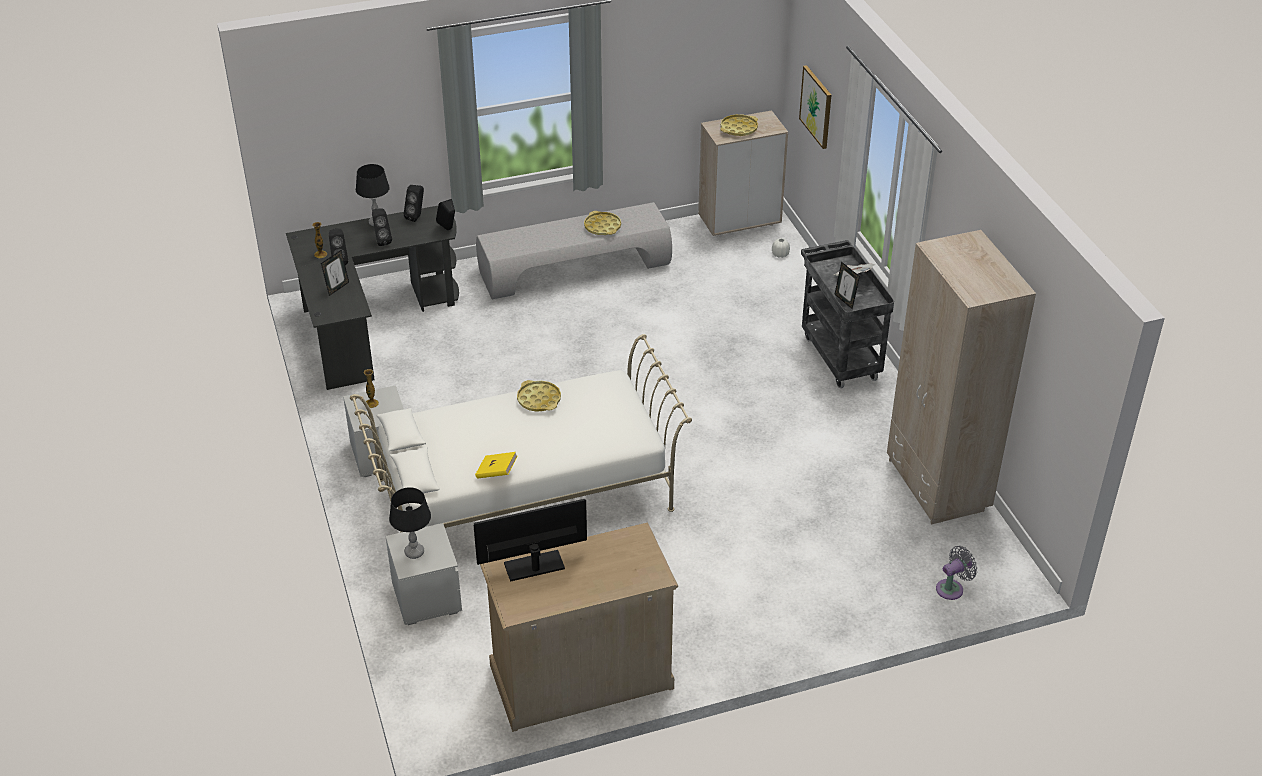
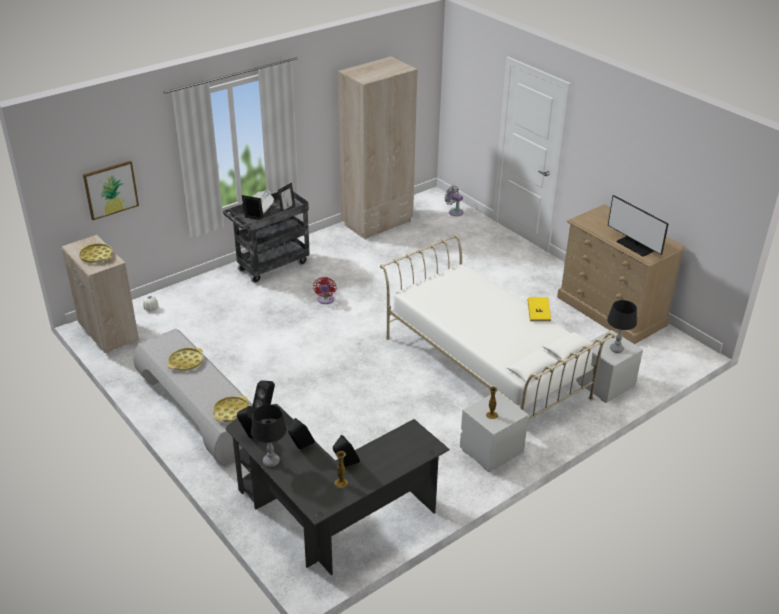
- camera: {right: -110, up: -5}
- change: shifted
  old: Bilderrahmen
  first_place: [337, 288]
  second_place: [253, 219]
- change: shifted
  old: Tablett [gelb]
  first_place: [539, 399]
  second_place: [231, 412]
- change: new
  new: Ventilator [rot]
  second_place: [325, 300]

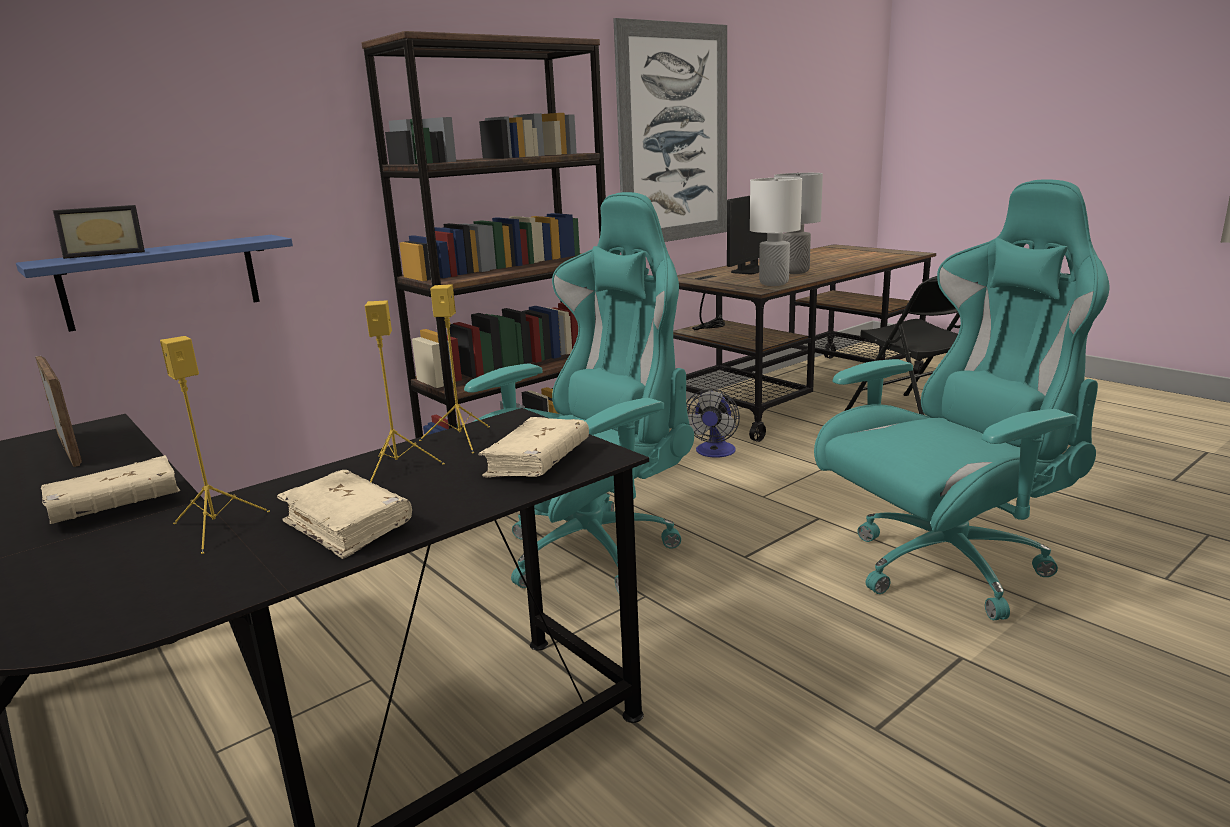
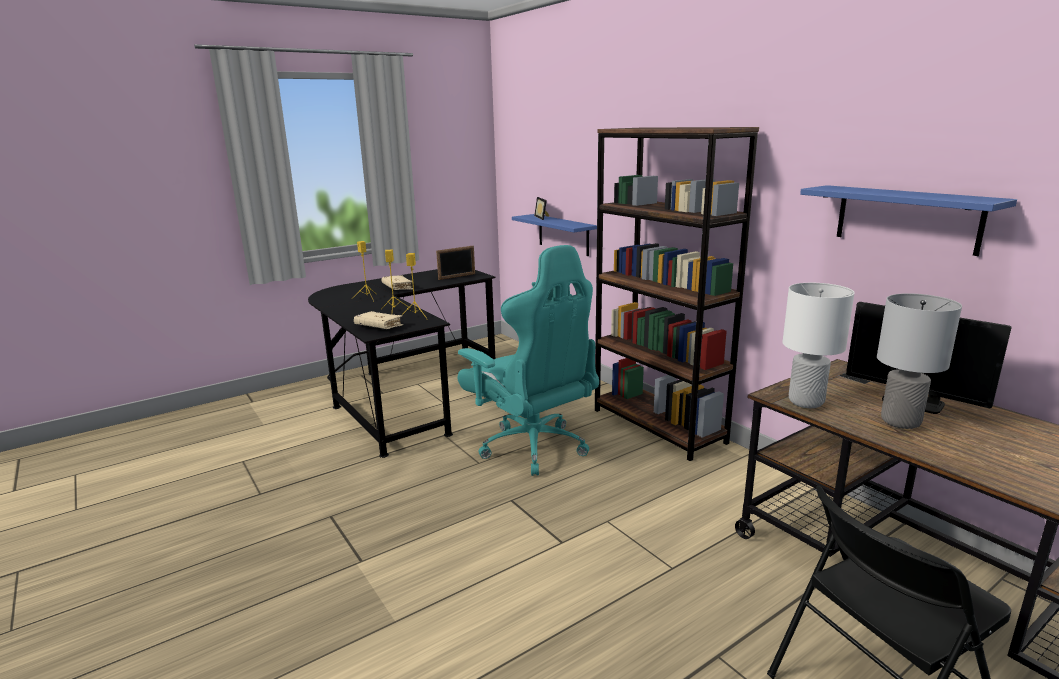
- camera: {right: 95, up: 0}
- change: gone
  old: Buch [beige]
  first_place: [347, 525]
- change: swapped
  old: Bild
  new: Wandregal [blau]
  first_place: [674, 135]
  second_place: [906, 218]
- change: gone
  old: Ventilator
  first_place: [714, 452]
- change: gone
  old: Bürostuhl [türkis]
  first_place: [938, 571]

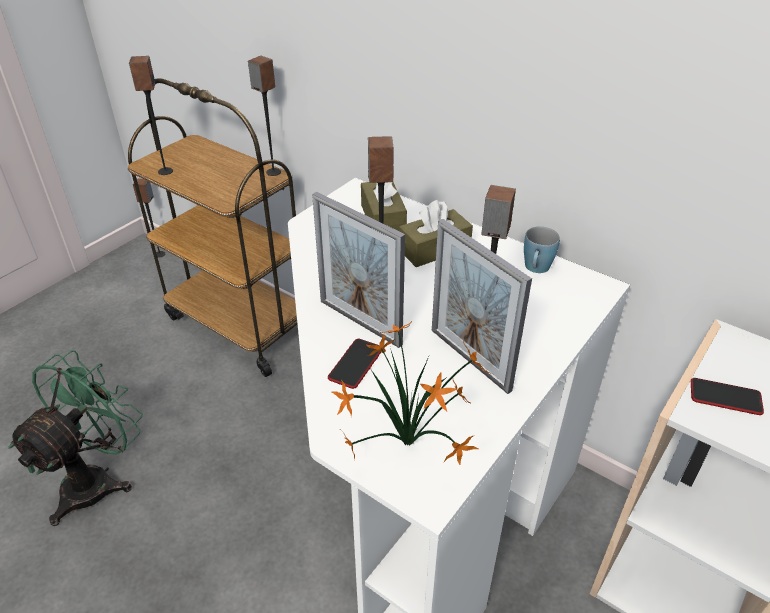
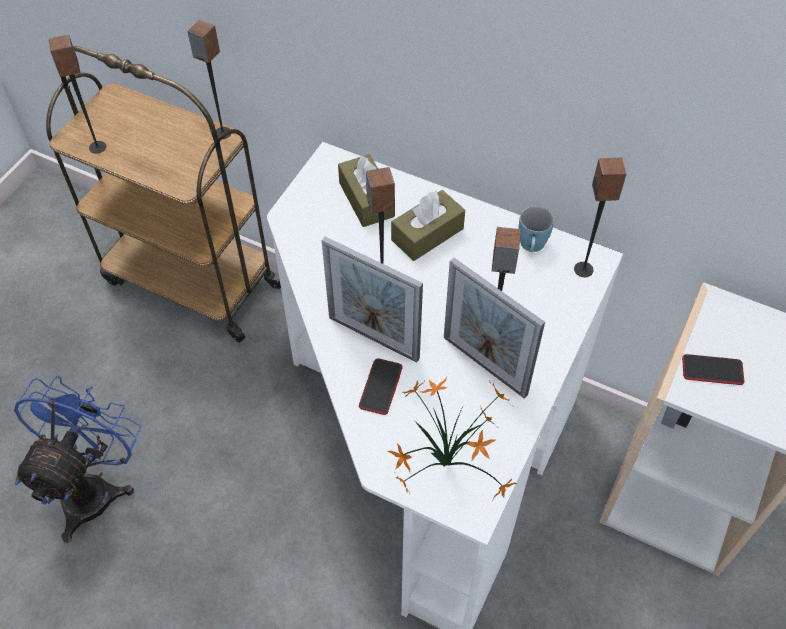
- camera: {right: -10, up: 15}
- change: repainted
  old: Ventilator [grün]
  new: Ventilator [blau]
  first_place: [97, 479]
  second_place: [94, 487]
- change: shifted
  old: Lautsprecher
  first_place: [160, 254]
  second_place: [584, 269]

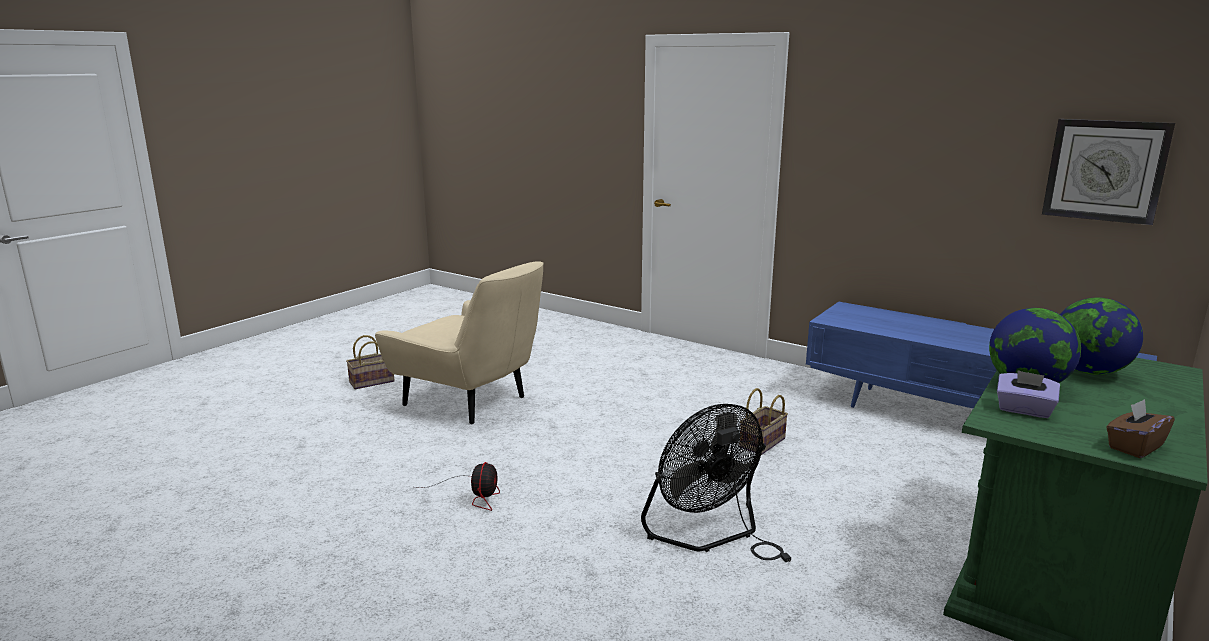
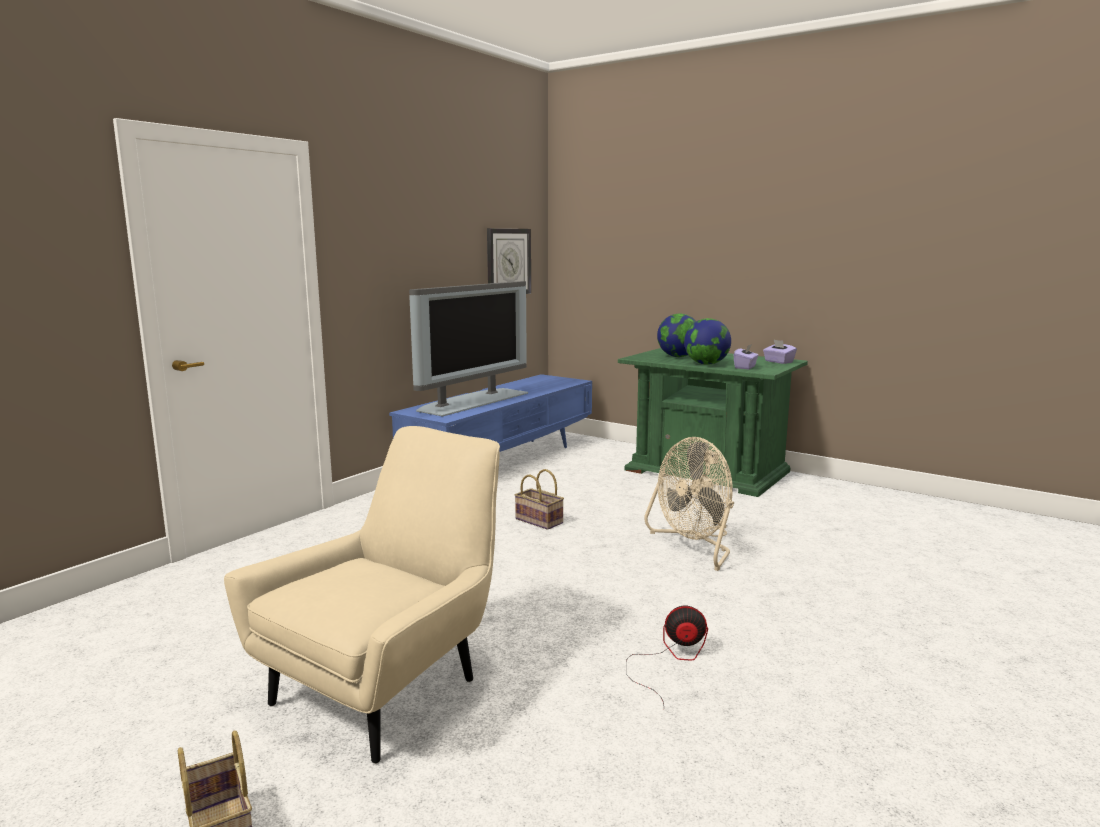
- camera: {right: -90, up: -5}
- change: repainted
  old: Ventilator [schwarz]
  new: Ventilator [beige]
  first_place: [719, 532]
  second_place: [696, 545]
- change: repainted
  old: Taschentuchbox [braun]
  new: Taschentuchbox [lila]
  first_place: [1134, 447]
  second_place: [778, 362]
- change: new
  new: Fernseher
  second_place: [472, 401]

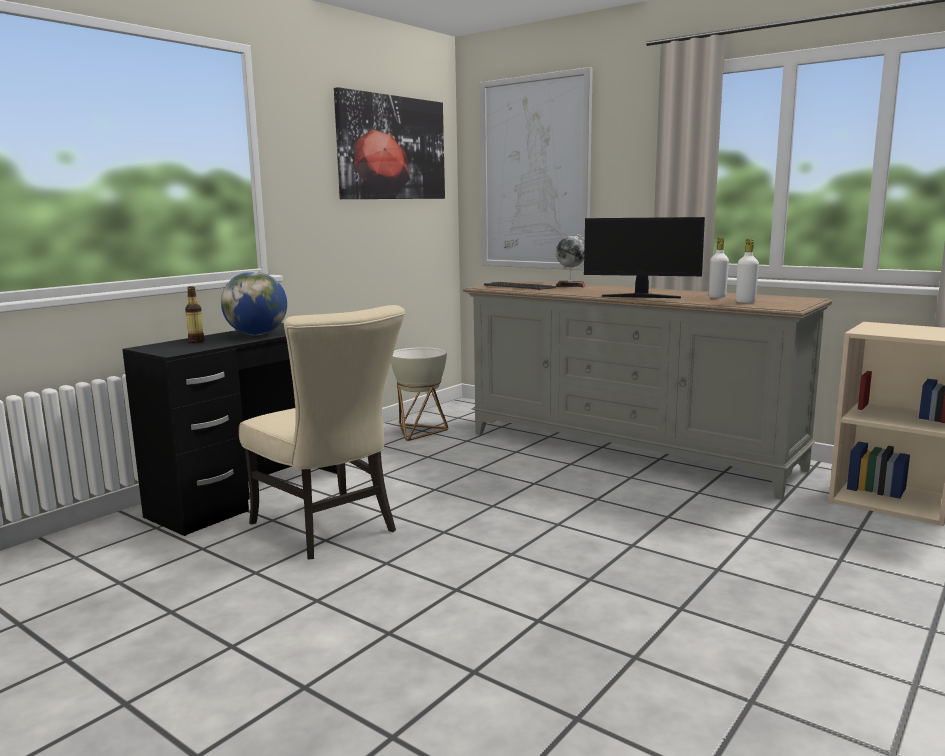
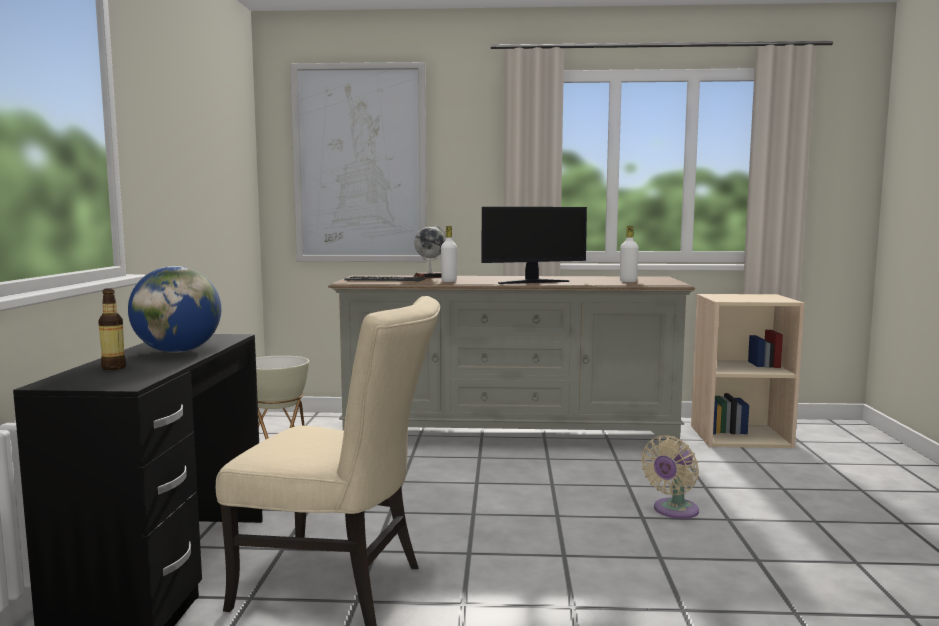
- camera: {right: -35, up: -5}
- change: gone
  old: Bild
  first_place: [392, 148]
- change: shifted
  old: Flasche [weiß]
  first_place: [717, 297]
  second_place: [449, 281]
- change: new
  new: Ventilator [beige]
  second_place: [673, 511]

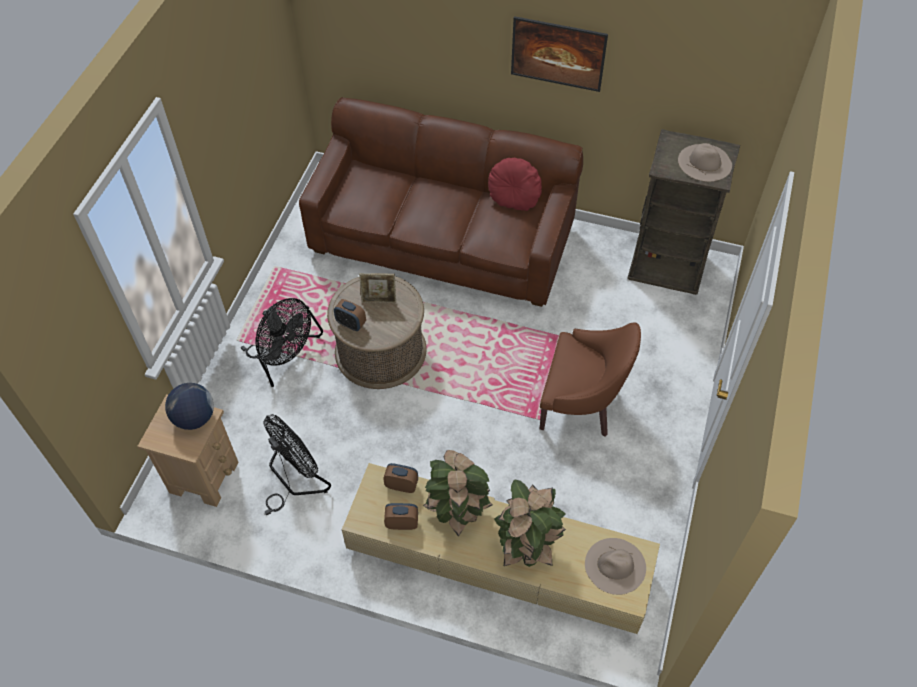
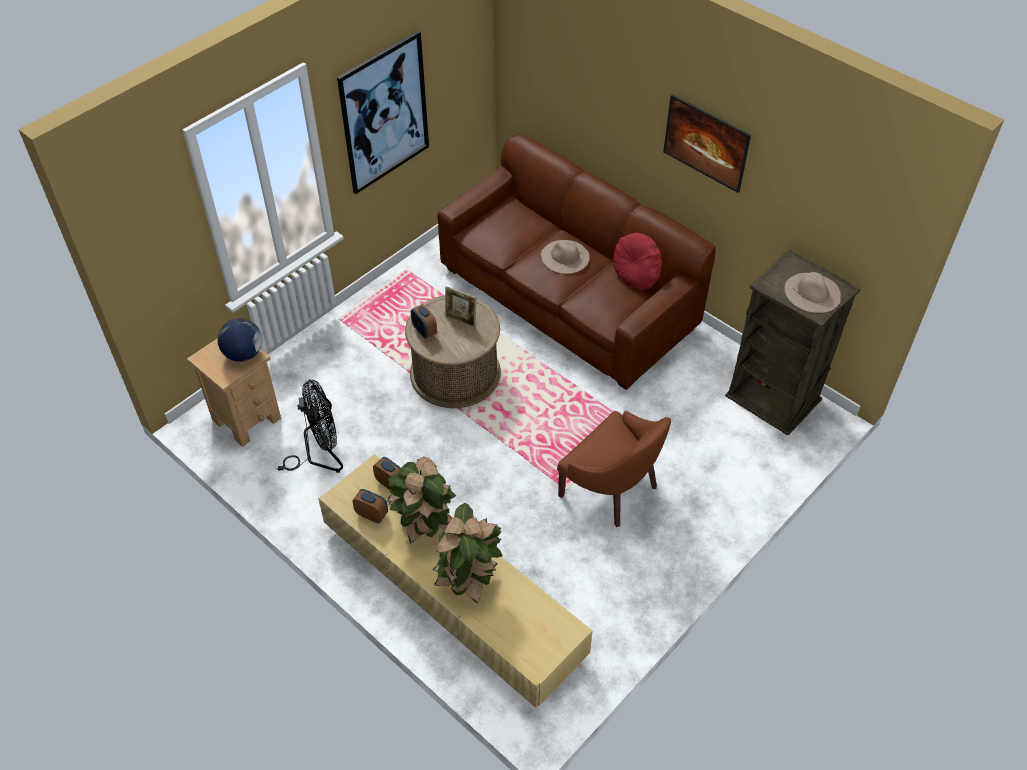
- camera: {right: 25, up: -5}
- change: gone
  old: Ventilator [schwarz]
  first_place: [283, 356]
- change: shifted
  old: Hut [beige]
  first_place: [615, 566]
  second_place: [565, 256]
- change: new
  new: Bild
  second_place: [384, 113]

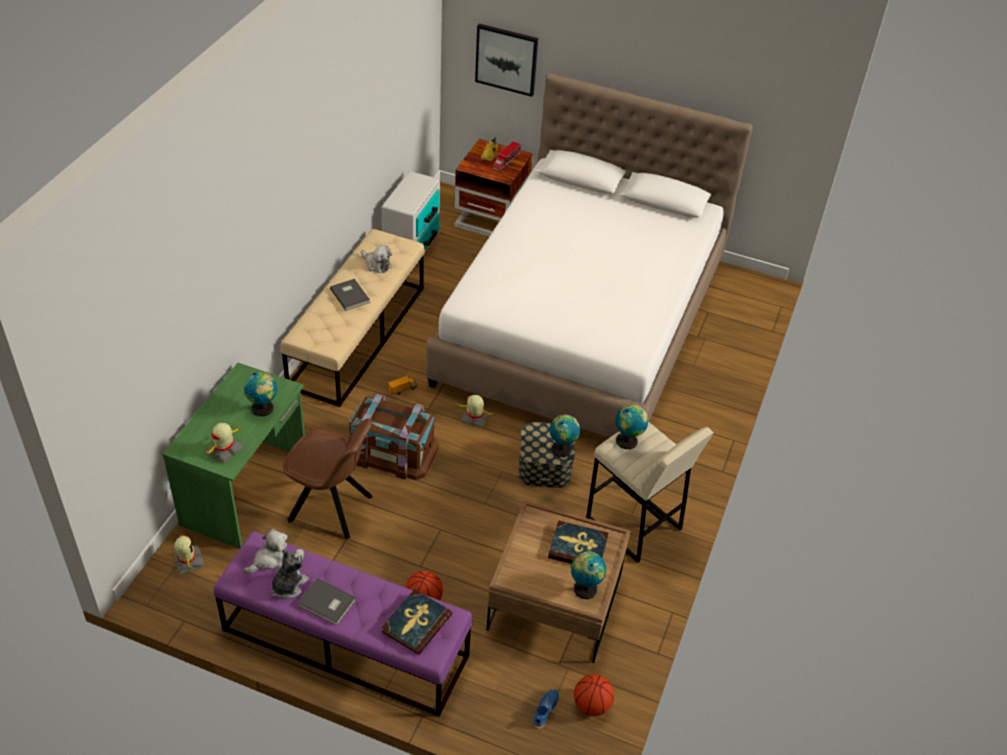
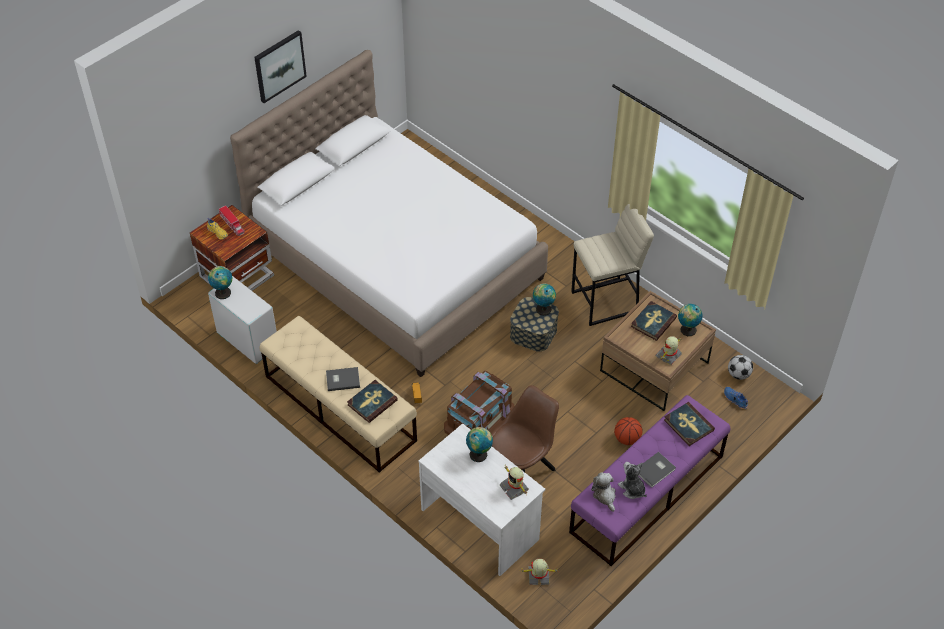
- camera: {right: -65, up: 5}
- change: repainted
  old: Schreibtisch [grün]
  new: Schreibtisch [weiß]
  first_place: [247, 489]
  second_place: [480, 523]
- change: gone
  old: Plüschtier
  first_place: [376, 264]
- change: shifted
  old: Spielzeugroboter
  first_place: [474, 419]
  second_place: [669, 355]
- change: shifted
  old: Bild
  first_place: [506, 59]
  second_place: [279, 66]
- change: swapped
  old: Basketball
  new: Fußball
  first_place: [592, 705]
  second_place: [738, 374]
- change: shifted
  old: Globus
  first_place: [628, 440]
  second_place: [223, 292]
- change: new
  new: Buch
  second_place: [372, 402]

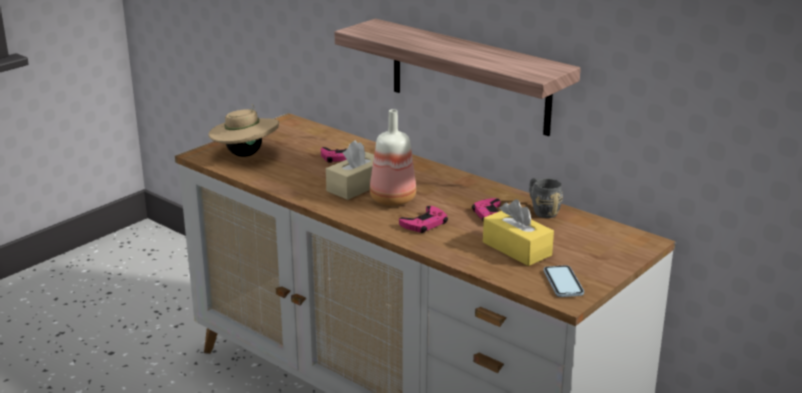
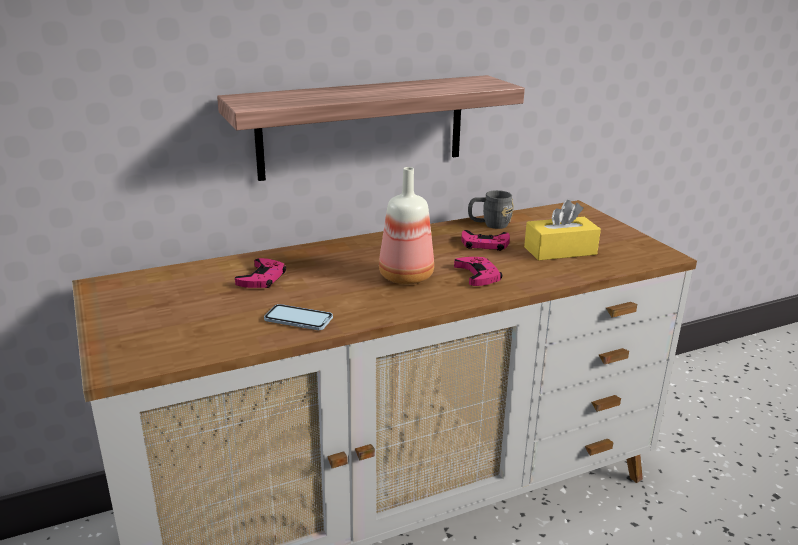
- camera: {right: -65, up: 0}
- change: gone
  old: Hut [beige]
  first_place: [245, 154]
- change: gone
  old: Taschentuchbox [beige]
  first_place: [357, 186]
- change: shifted
  old: Handy
  first_place: [563, 283]
  second_place: [298, 319]

